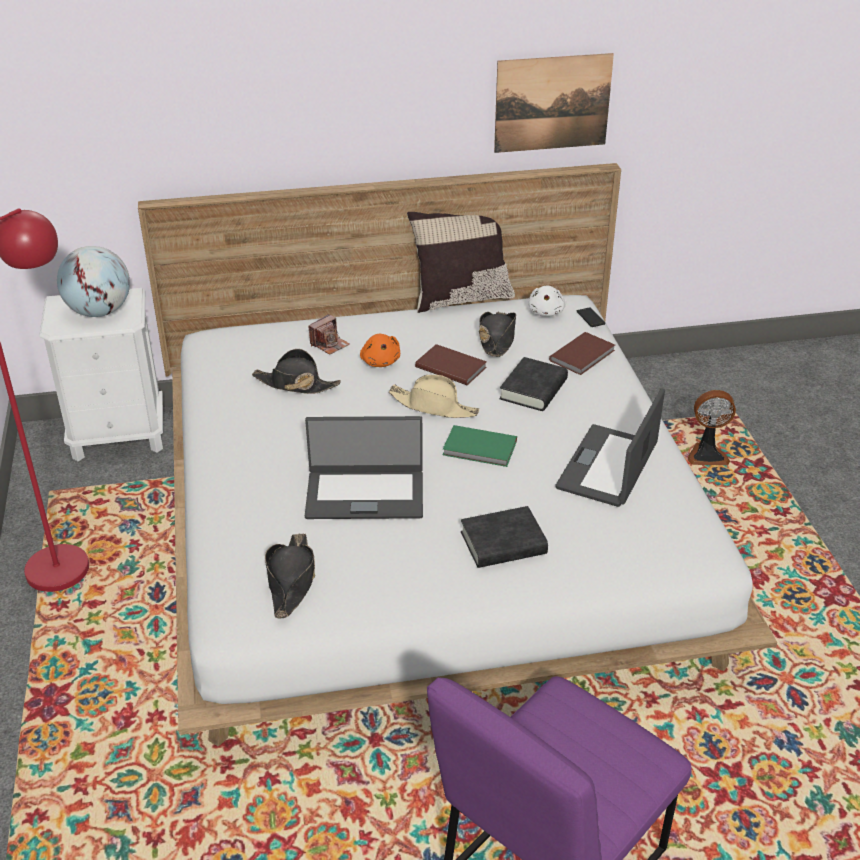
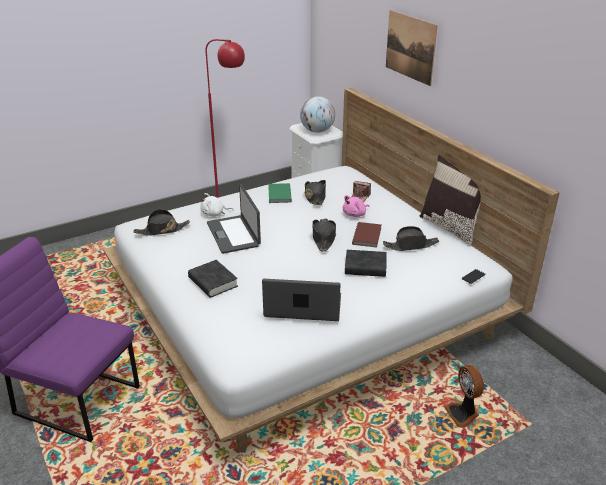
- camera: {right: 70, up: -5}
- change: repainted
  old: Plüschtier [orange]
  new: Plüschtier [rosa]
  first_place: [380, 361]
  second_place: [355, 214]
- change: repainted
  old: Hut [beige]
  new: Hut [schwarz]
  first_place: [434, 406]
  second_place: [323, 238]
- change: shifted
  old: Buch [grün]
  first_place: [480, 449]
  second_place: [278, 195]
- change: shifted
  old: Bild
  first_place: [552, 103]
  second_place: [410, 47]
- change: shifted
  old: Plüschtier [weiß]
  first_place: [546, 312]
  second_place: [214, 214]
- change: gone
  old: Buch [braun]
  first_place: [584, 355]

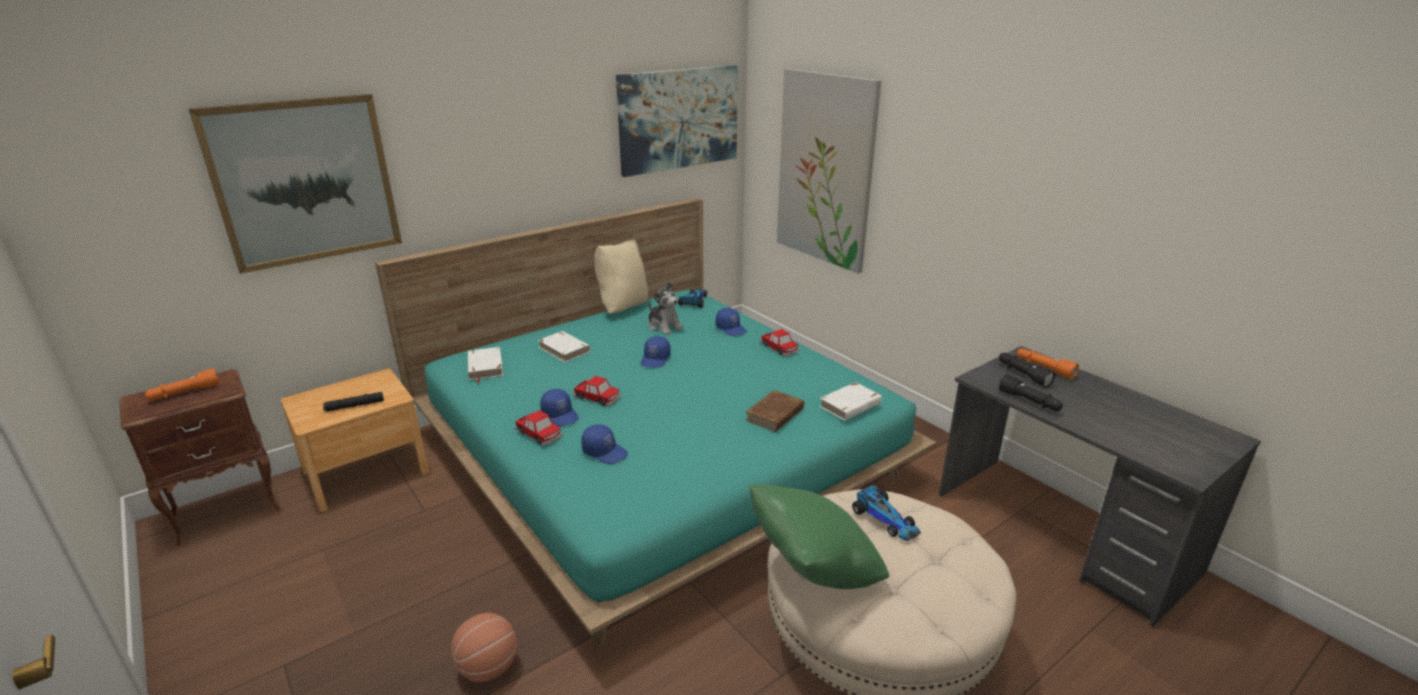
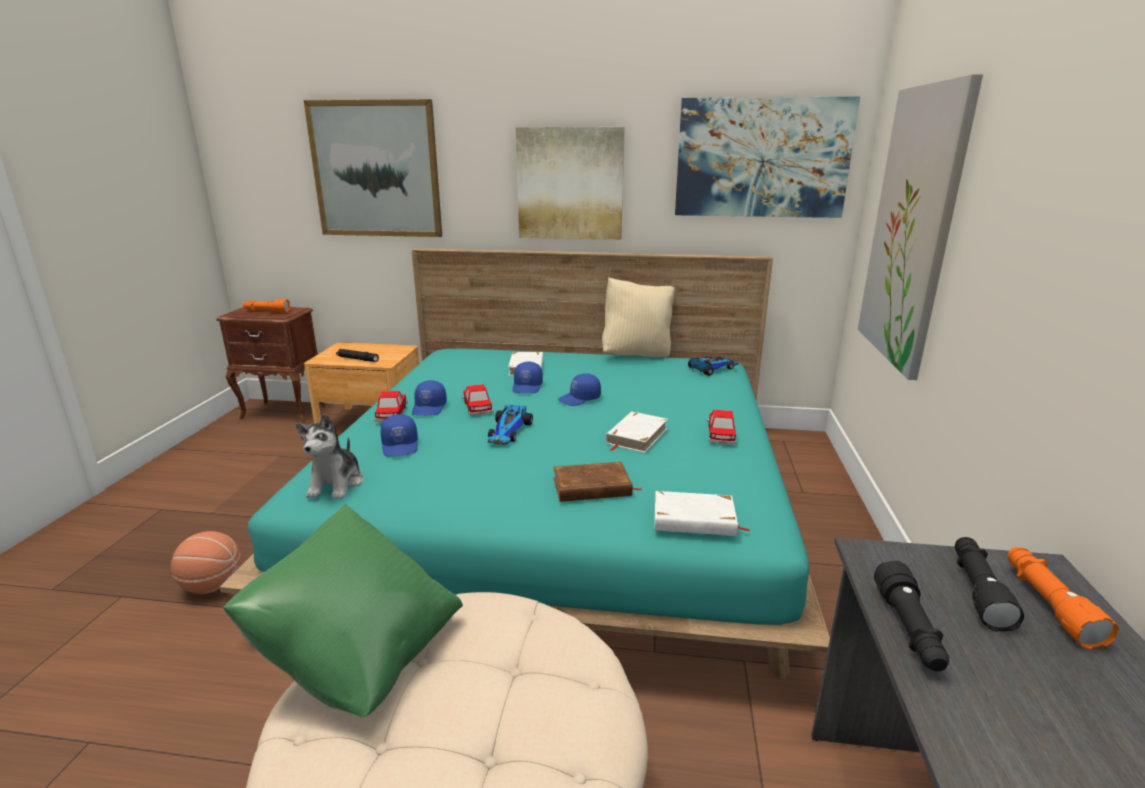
- camera: {right: 45, up: -5}
- change: shifted
  old: Buch [weiß]
  first_place: [485, 367]
  second_place: [636, 436]
- change: shifted
  old: Plüschtier
  first_place: [664, 326]
  second_place: [336, 484]
- change: shifted
  old: Kappe [blau]
  first_place: [731, 329]
  second_place: [528, 387]
- change: shifted
  old: Spielzeugauto
  first_place: [886, 519]
  second_place: [508, 432]
- change: new
  new: Bild
  second_place: [570, 184]

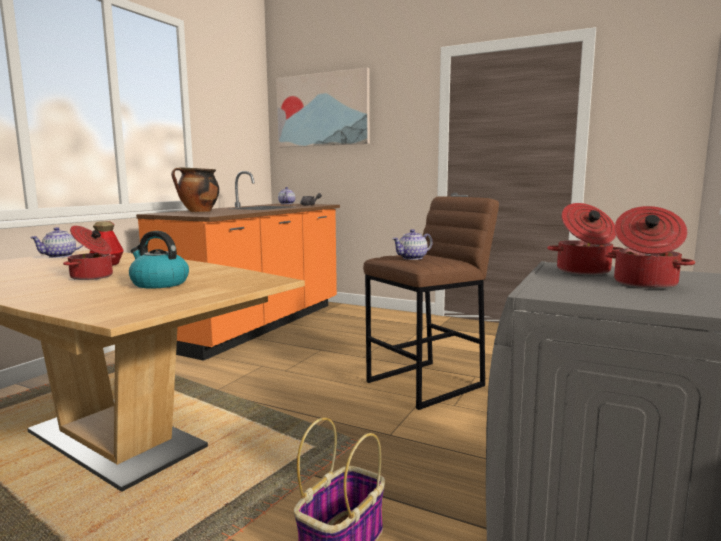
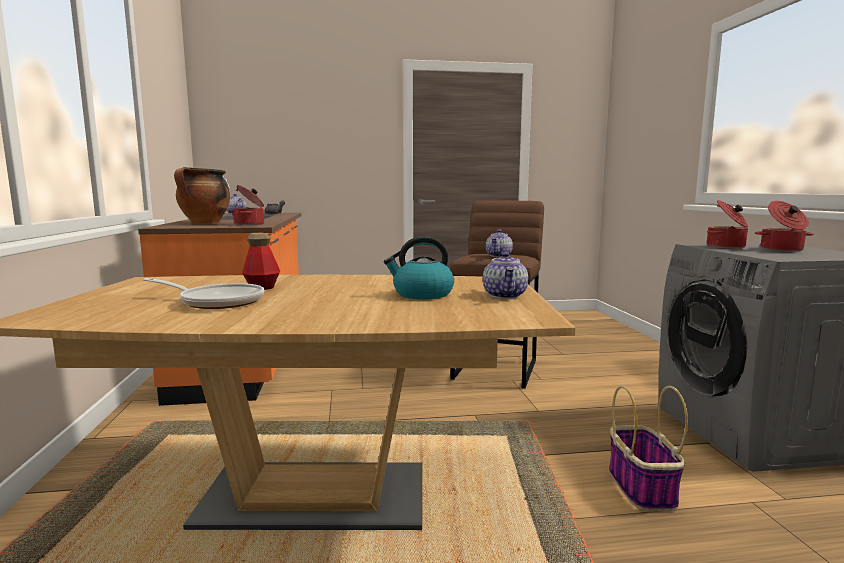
- camera: {right: -35, up: 0}
- change: shifted
  old: Teekanne
  first_place: [60, 256]
  second_place: [505, 295]
- change: shifted
  old: Kochtopf
  first_place: [92, 277]
  second_place: [250, 224]
- change: gone
  old: Bild
  first_place: [323, 110]
- change: new
  new: Pfanne
  second_place: [217, 302]

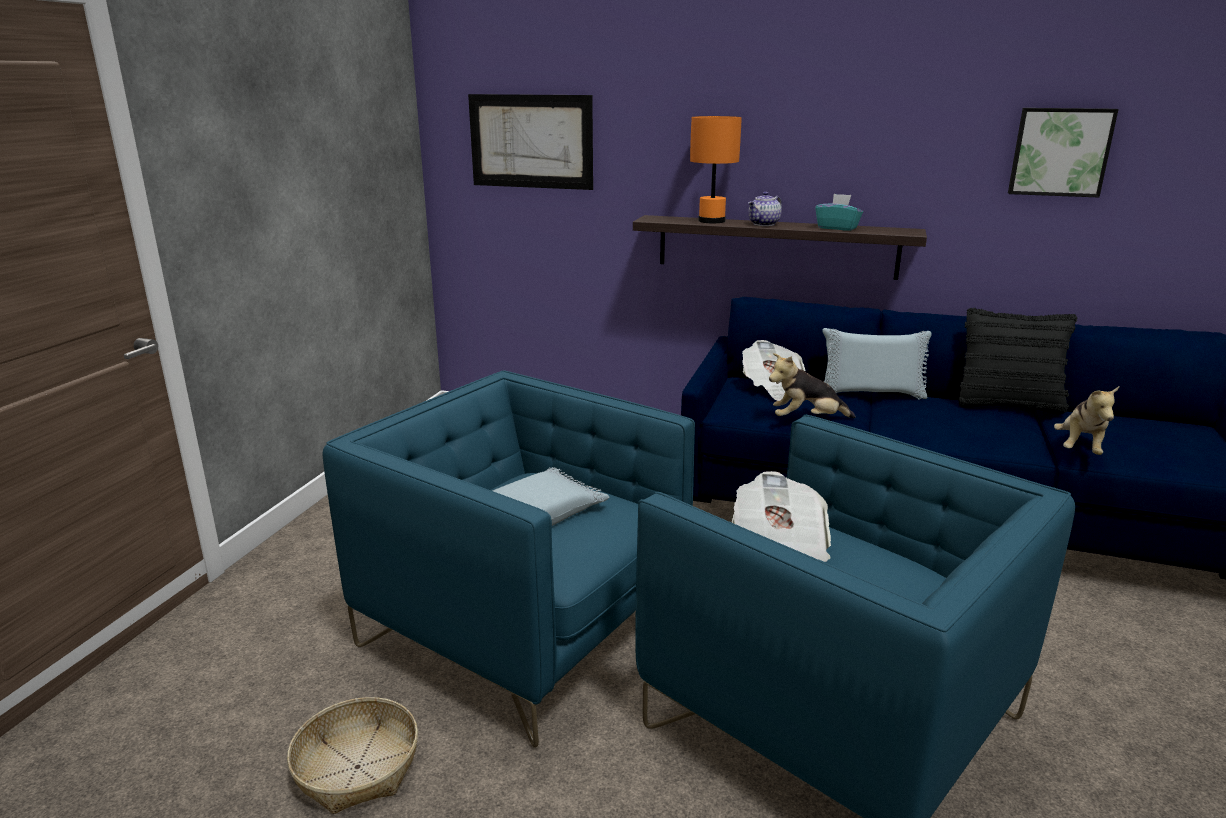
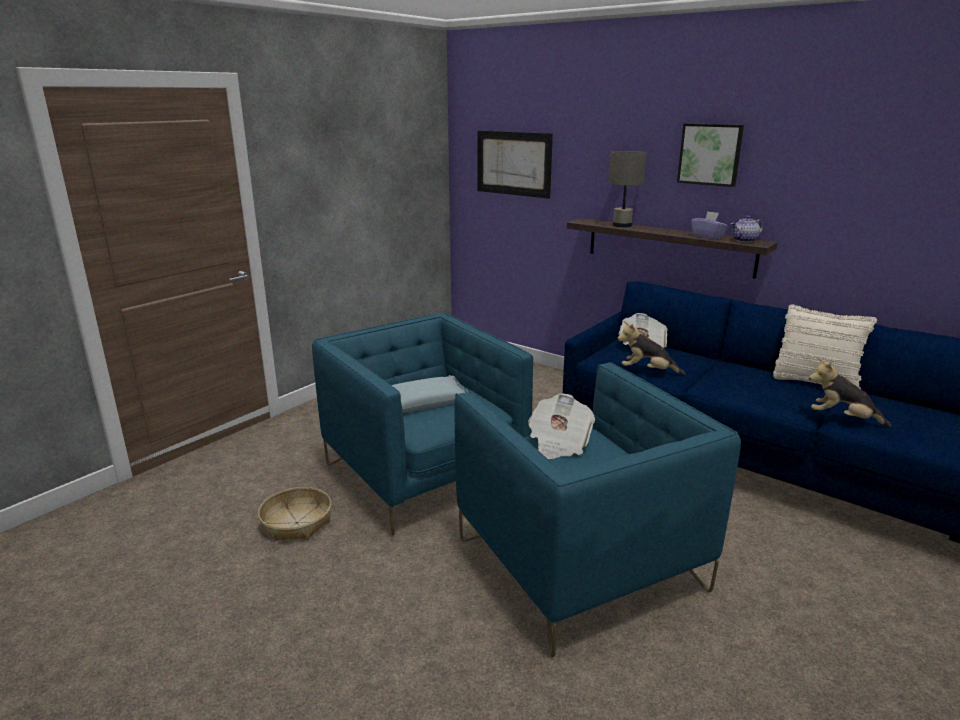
- camera: {right: 20, up: 0}
- change: repainted
  old: Tischlampe [orange]
  new: Tischlampe [grau]
  first_place: [712, 221]
  second_place: [622, 225]
- change: shifted
  old: Teekanne
  first_place: [764, 224]
  second_place: [744, 241]
- change: repainted
  old: Taschentuchbox [türkis]
  new: Taschentuchbox [lila]
  first_place: [837, 228]
  second_place: [708, 236]
- change: gone
  old: Kissen [blau]
  first_place: [871, 394]
- change: repainted
  old: Kissen [schwarz]
  new: Kissen [beige]
  first_place: [1008, 406]
  second_place: [815, 382]
- change: shifted
  old: Bild
  first_place: [1060, 152]
  second_place: [710, 154]
- change: rotated
  old: Plüschtier
  first_place: [1079, 448]
  second_place: [842, 419]
  degrees: 75

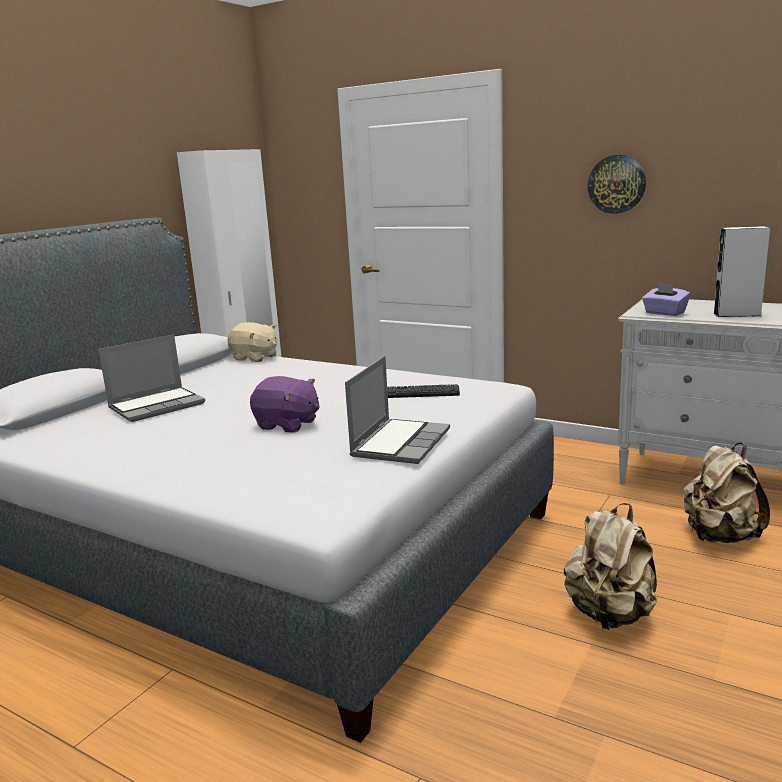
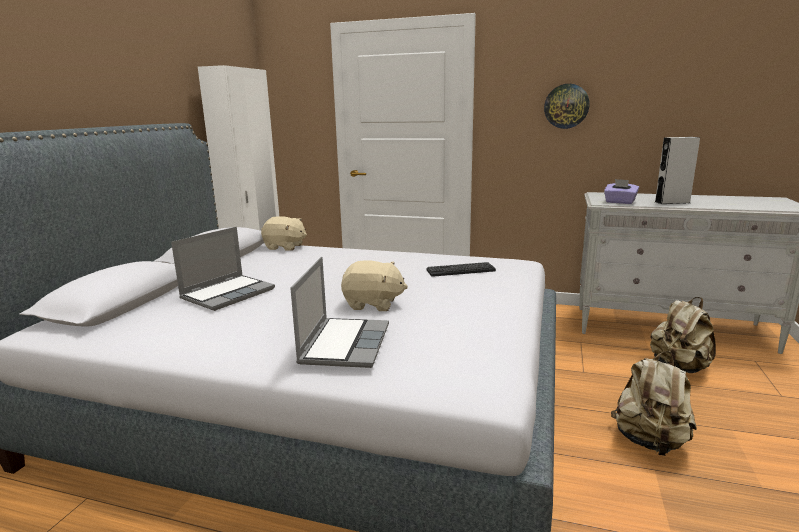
- camera: {right: -15, up: 0}
- change: repainted
  old: Plüschtier [lila]
  new: Plüschtier [beige]
  first_place: [287, 424]
  second_place: [373, 304]
- change: shifted
  old: Laptop
  first_place: [400, 443]
  second_place: [344, 343]

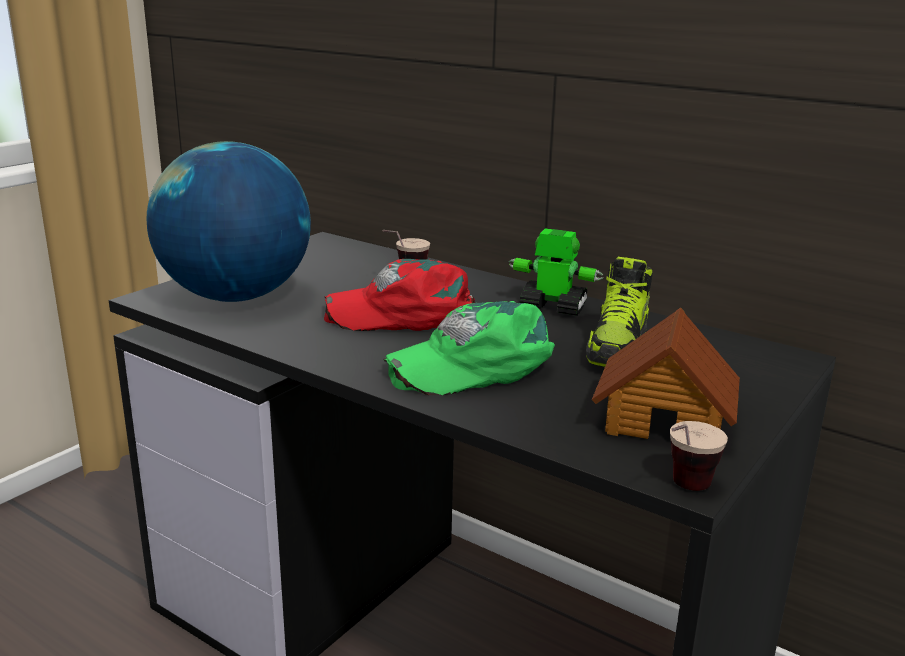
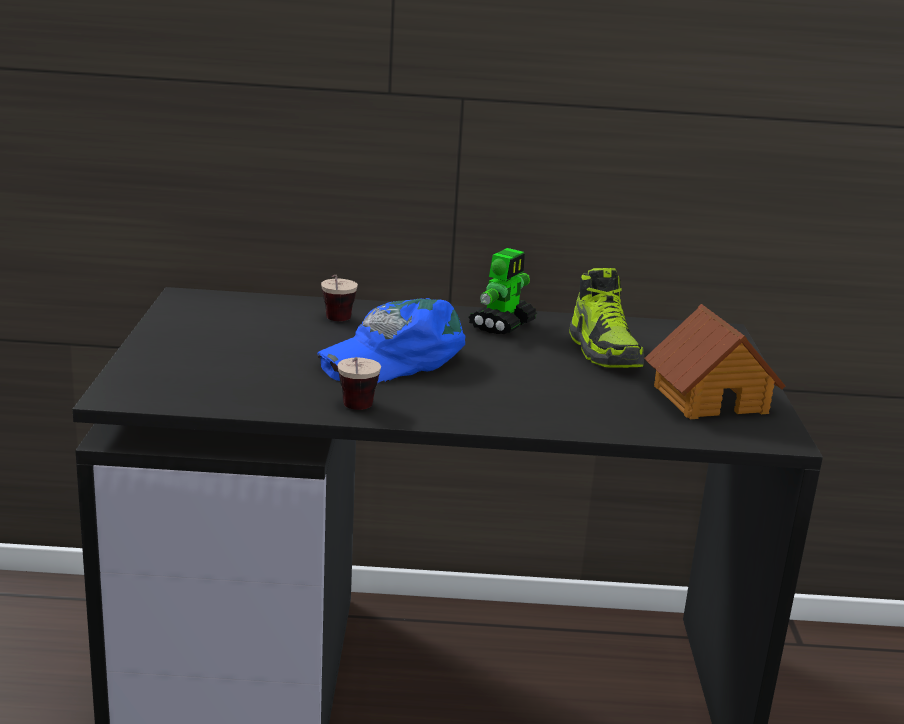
- camera: {right: -35, up: 0}
- change: gone
  old: Globus
  first_place: [235, 296]
- change: repainted
  old: Kappe [rot]
  new: Kappe [blau]
  first_place: [403, 313]
  second_place: [393, 357]
- change: gone
  old: Kappe [grün]
  first_place: [472, 365]
- change: rotated
  old: Spielzeugroboter
  first_place: [552, 307]
  second_place: [502, 325]
  degrees: 135
- change: shifted
  old: Tasse
  first_place: [682, 492]
  second_place: [356, 412]

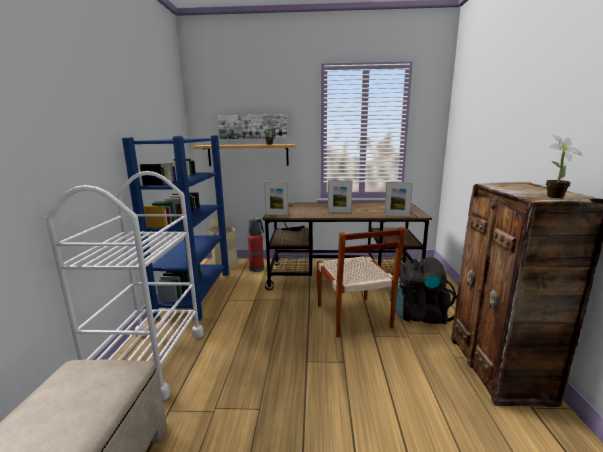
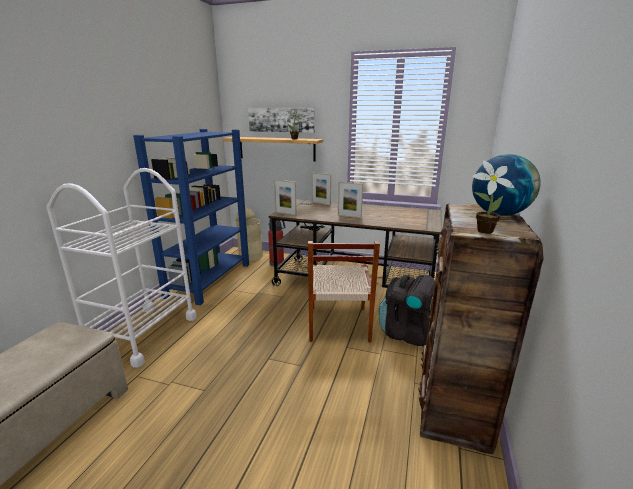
- camera: {right: 15, up: 5}
- change: shifted
  old: Bilderrahmen
  first_place: [397, 216]
  second_place: [321, 203]
- change: new
  new: Globus
  second_place: [499, 214]

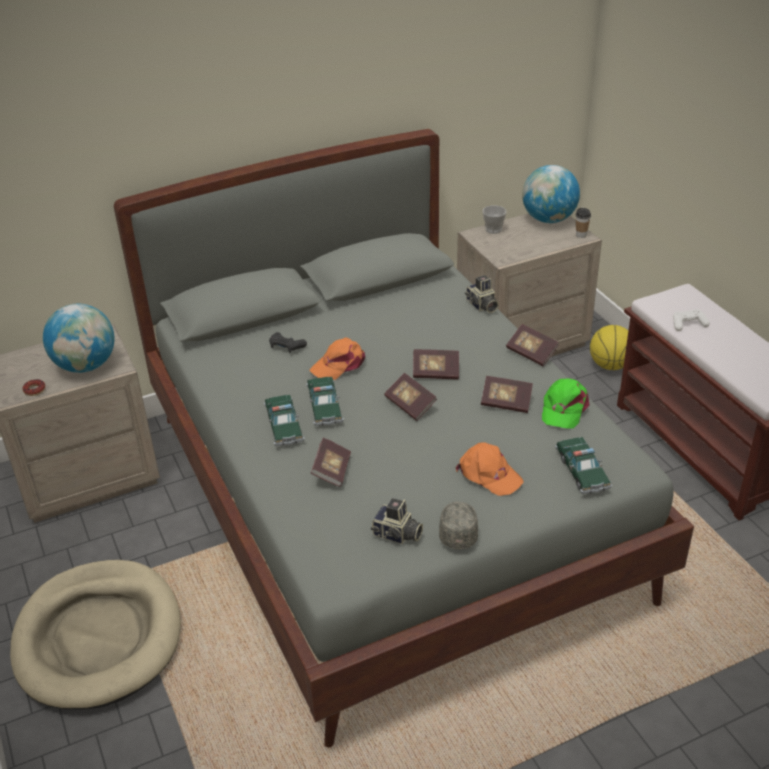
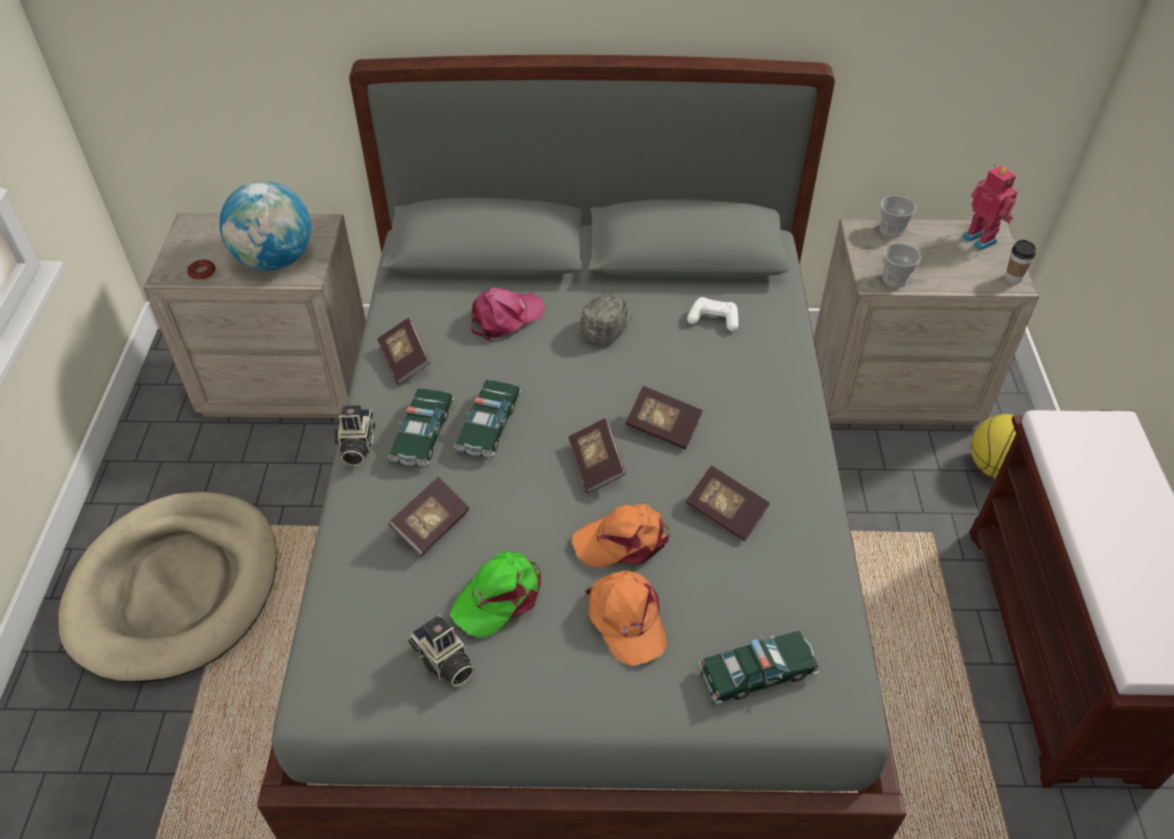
- camera: {right: 25, up: 10}
- change: swapped
  old: Gamepad [schwarz]
  new: Kappe [rosa]
  first_place: [286, 347]
  second_place: [505, 318]
- change: shifted
  old: Kappe [orange]
  first_place: [339, 365]
  second_place: [623, 541]
- change: shifted
  old: Kappe [grau]
  first_place: [458, 530]
  second_place: [607, 326]
- change: shifted
  old: Kamera
  first_place: [481, 306]
  second_place: [356, 446]
- change: shifted
  old: Buch
  first_place: [531, 353]
  second_place: [405, 361]
- change: swapped
  old: Globus
  new: Spielzeugroboter
  first_place: [548, 219]
  second_place: [980, 239]
- change: shifted
  old: Kappe [grün]
  first_place: [563, 409]
  second_place: [499, 596]
- change: rotated
  old: Spielzeugauto
  first_place: [582, 471]
  second_place: [757, 673]
  degrees: -120
- change: shifted
  old: Gamepad [weiß]
  first_place: [688, 324]
  second_place: [713, 320]
- change: new
  new: Tasse
  second_place: [895, 279]

